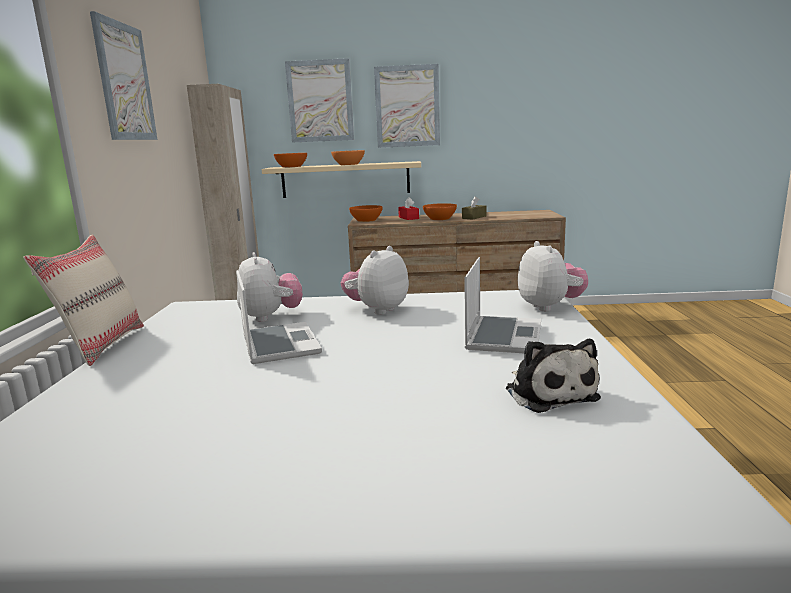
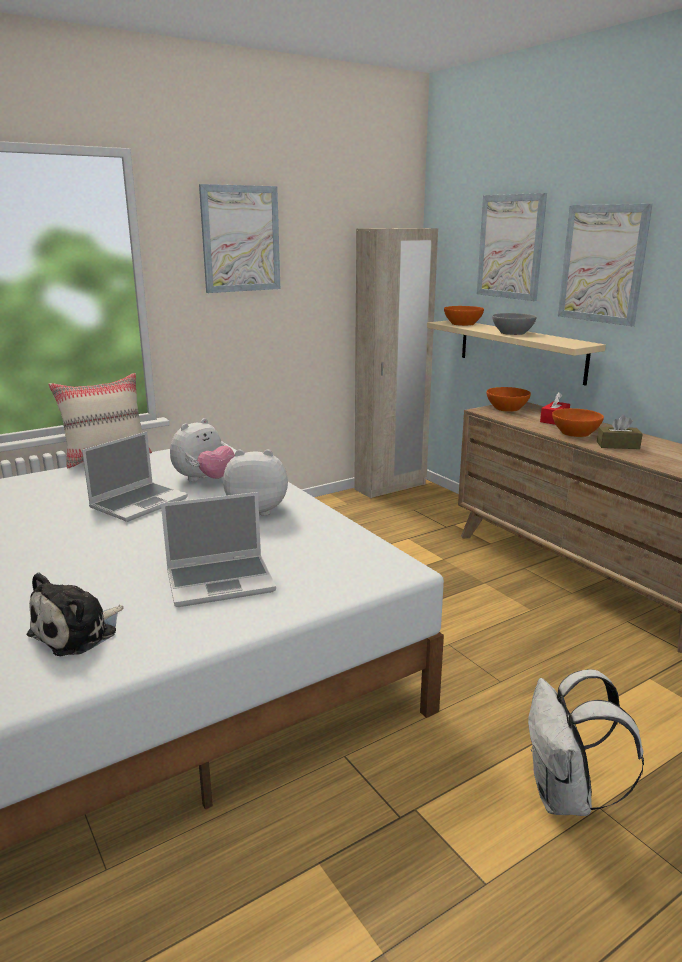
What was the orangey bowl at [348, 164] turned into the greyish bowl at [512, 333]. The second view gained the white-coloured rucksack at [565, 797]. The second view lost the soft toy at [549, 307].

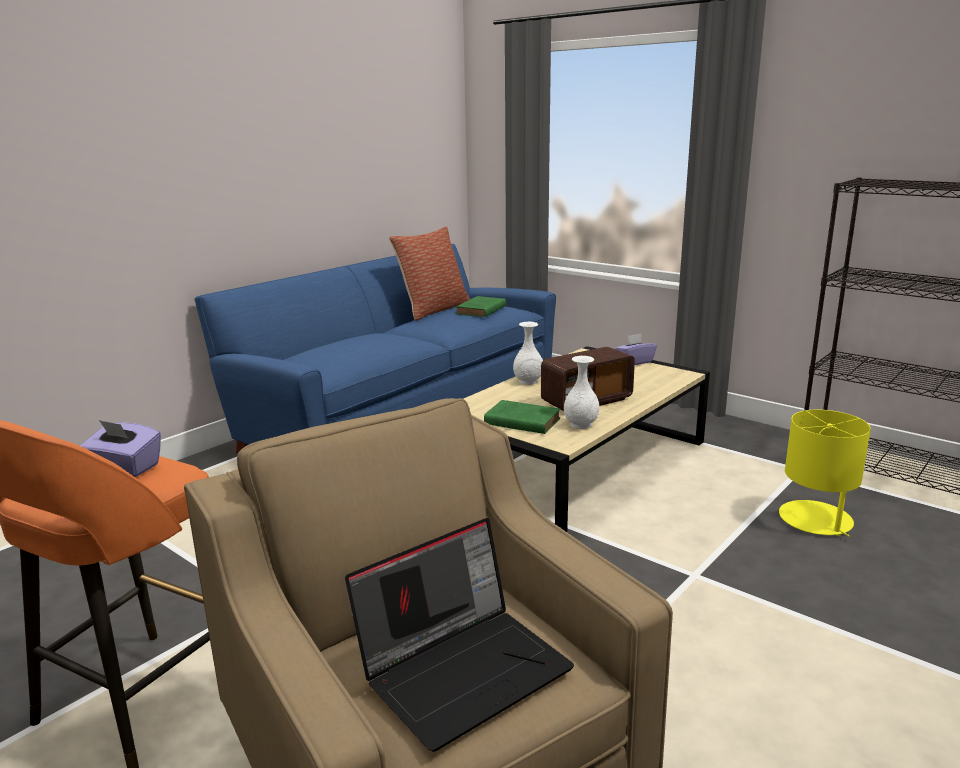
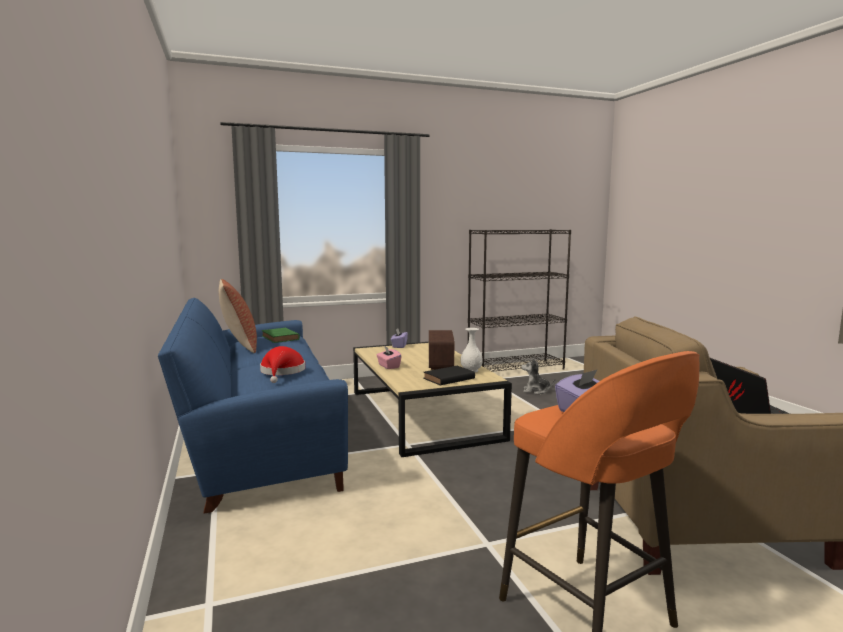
The second view gained the red clothing hat at [282, 372]. Where the white-coloured vase stood at [528, 381], the pinkish tissue holder came to stand at [388, 366]. What was the green bound book at [520, 421] turned into the blackish bound book at [448, 379]. Where the yellowish lamp for a table stood at [816, 520], the soft toy came to stand at [536, 391].

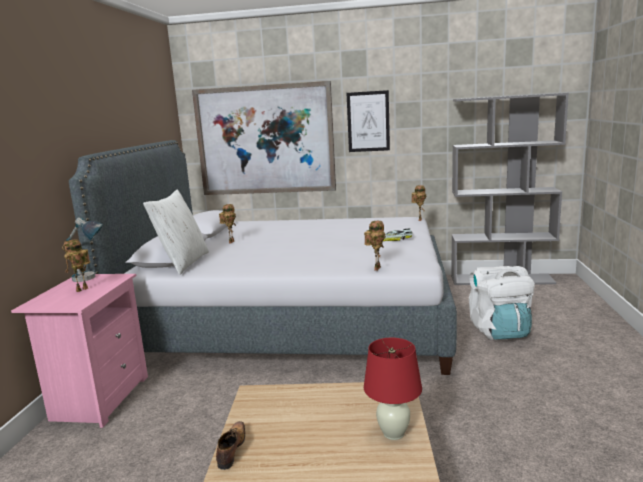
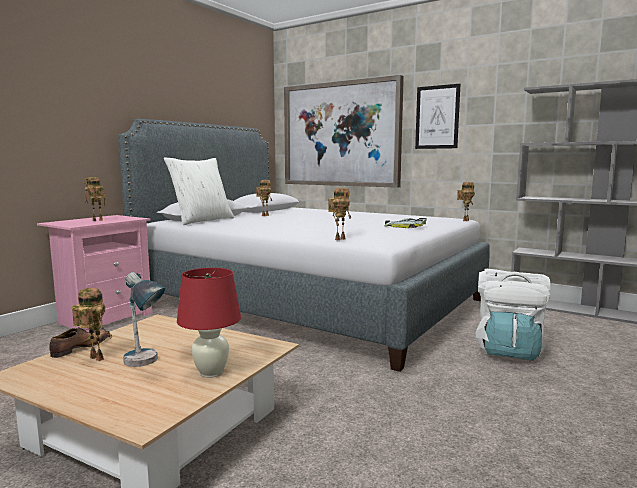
The second view gained the model robot at [94, 359]. The lamp for a table ended up elsewhere, having gone from [90, 279] to [145, 365].

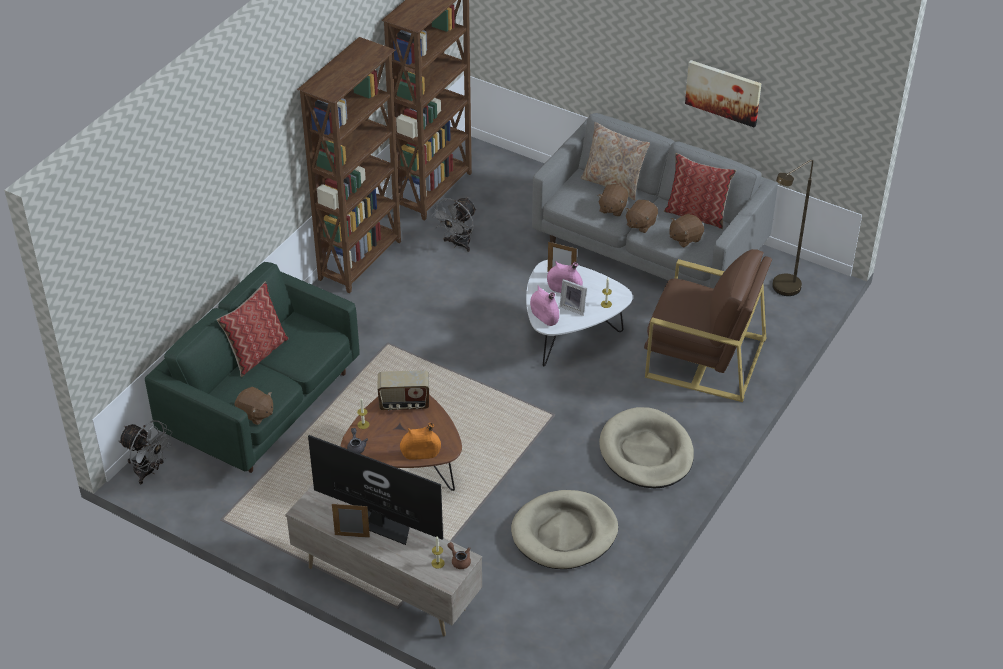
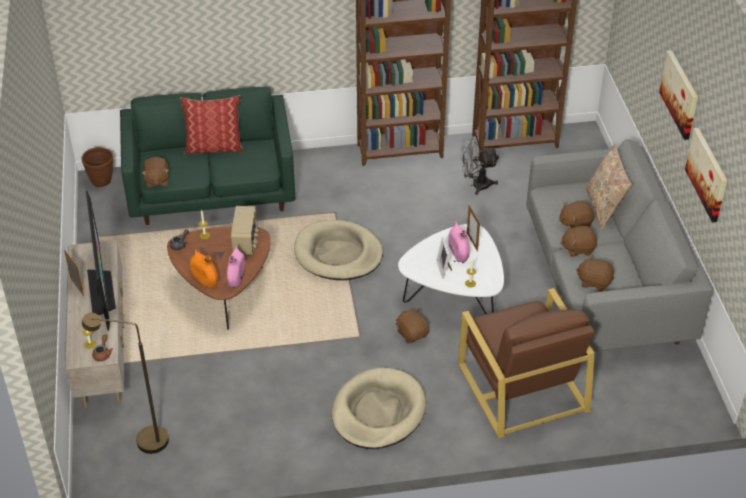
Where the greyish fan stood at [149, 471], the brown-coloured planter came to stand at [102, 182]. The brown-coloured standing lamp ended up elsewhere, having gone from [781, 291] to [143, 441]. The pinkish vase ended up elsewhere, having gone from [544, 317] to [237, 277]. The radio at [404, 403] ended up facing another way, 135 degrees counterclockwise from before. The sand-coloured dog bed ended up elsewhere, having gone from [564, 533] to [338, 254]. The second view gained the brown-coloured soft toy at [412, 334]. The second view gained the wall art at [680, 94]. The second view lost the pillow at [697, 214].

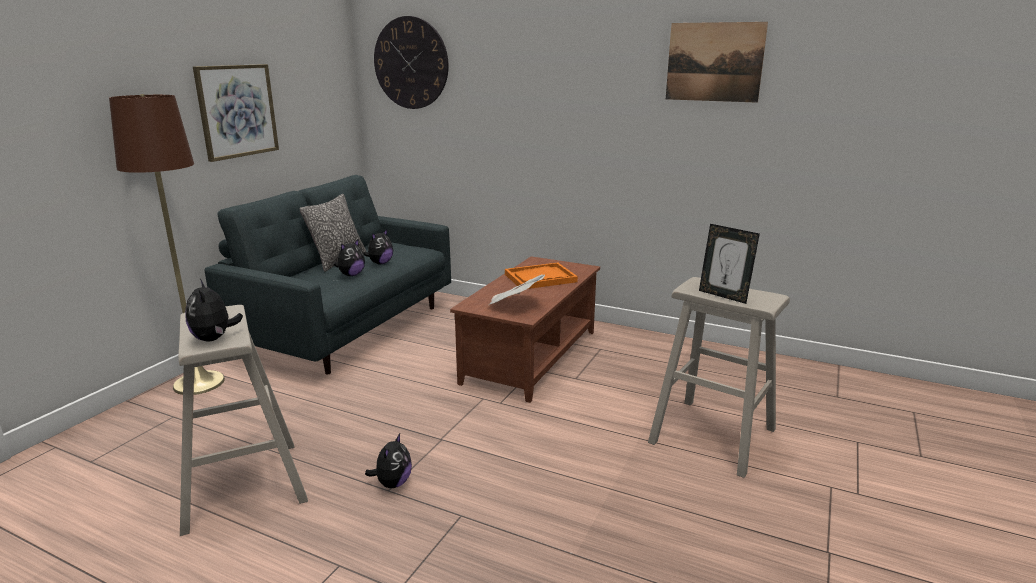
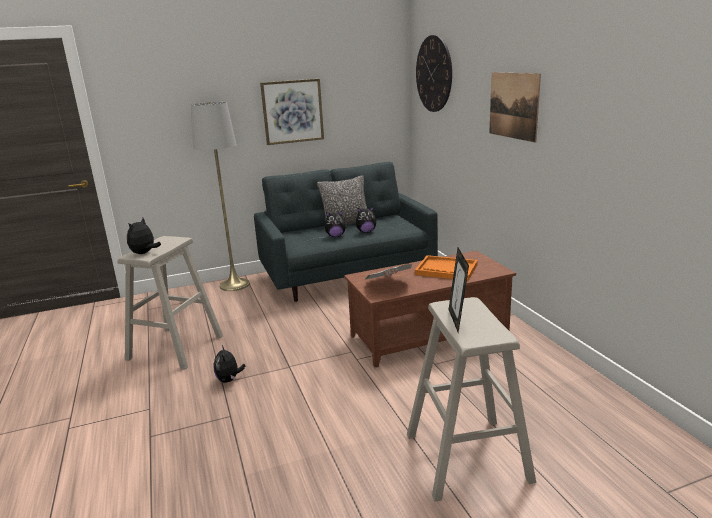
What was the brown-coloured standing lamp at [199, 383] turned into the greyish standing lamp at [234, 285]. The soft toy at [392, 483] ended up facing another way, 105 degrees clockwise from before. The wall art ended up elsewhere, having gone from [714, 62] to [513, 105].

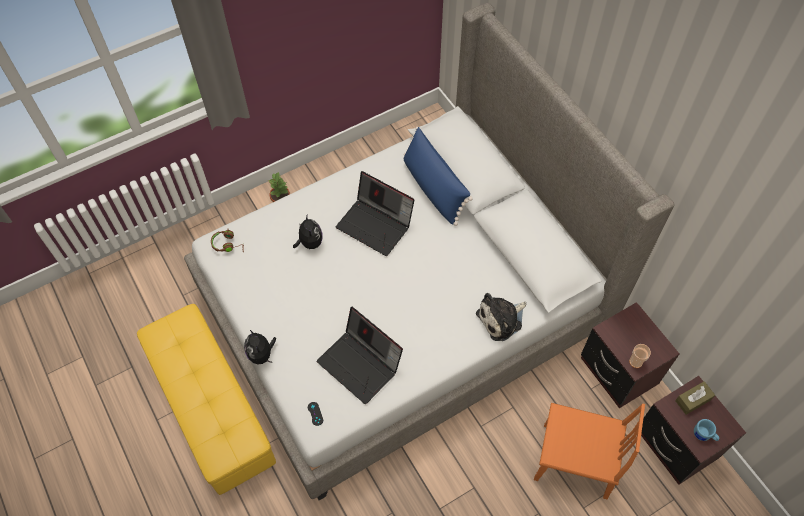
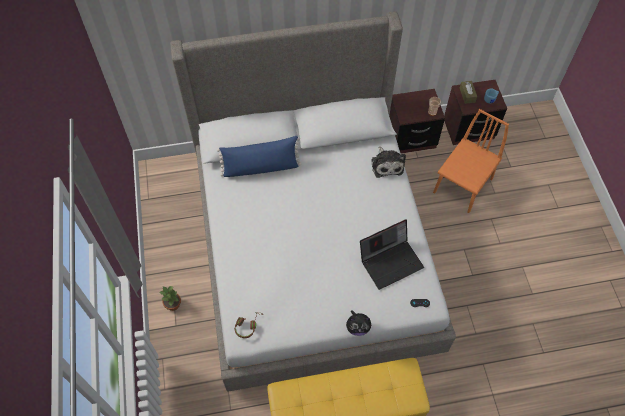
The second view lost the soft toy at [310, 243]. The second view lost the portable computer at [376, 225].

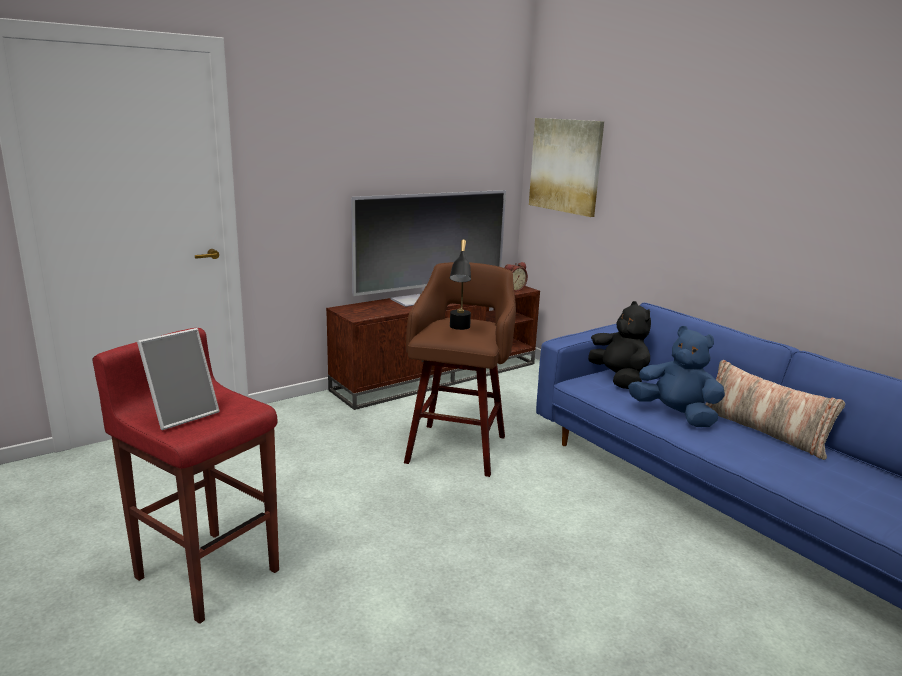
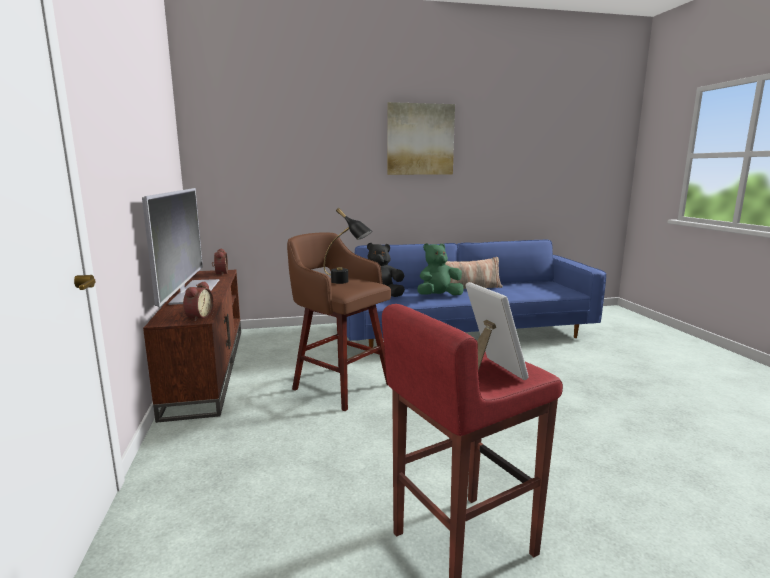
The second view gained the table clock at [198, 317]. The wall art ended up elsewhere, having gone from [565, 166] to [420, 139]. What was the blue-coloured soft toy at [675, 415] turned into the green soft toy at [438, 296].

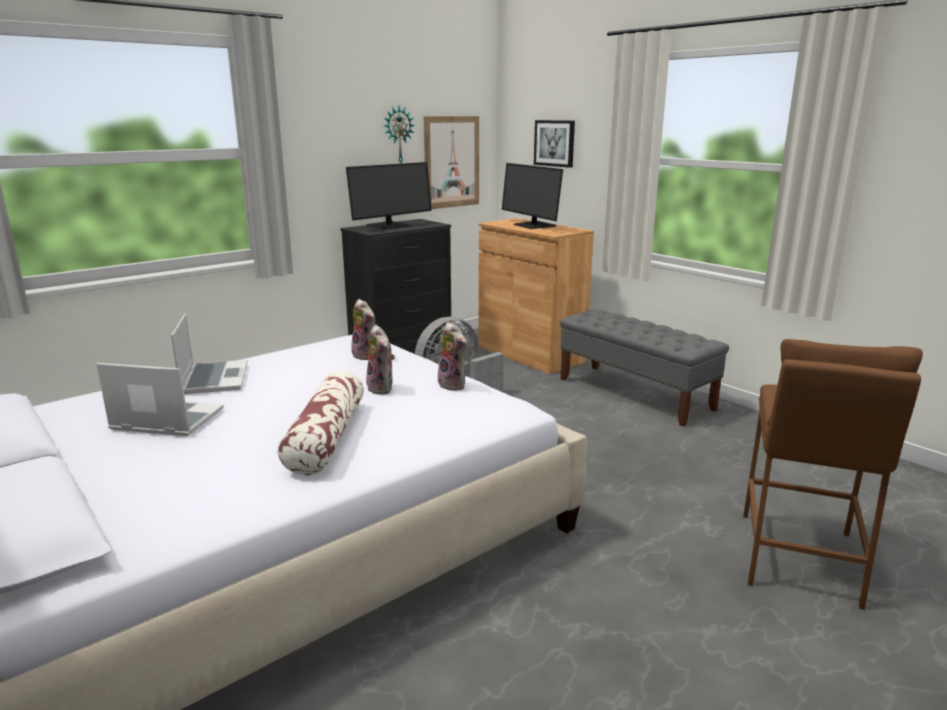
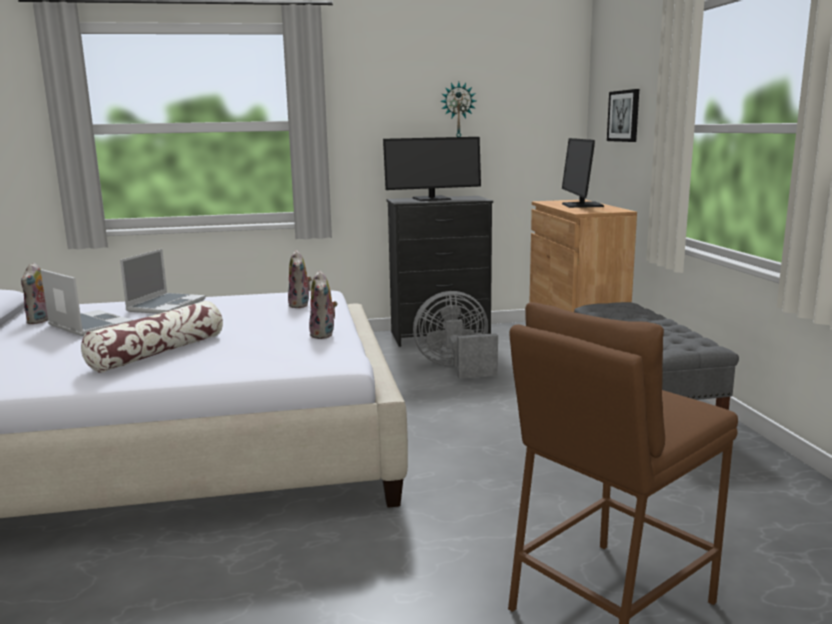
The soft toy ended up elsewhere, having gone from [382, 388] to [41, 321]. The second view lost the wall art at [452, 162].

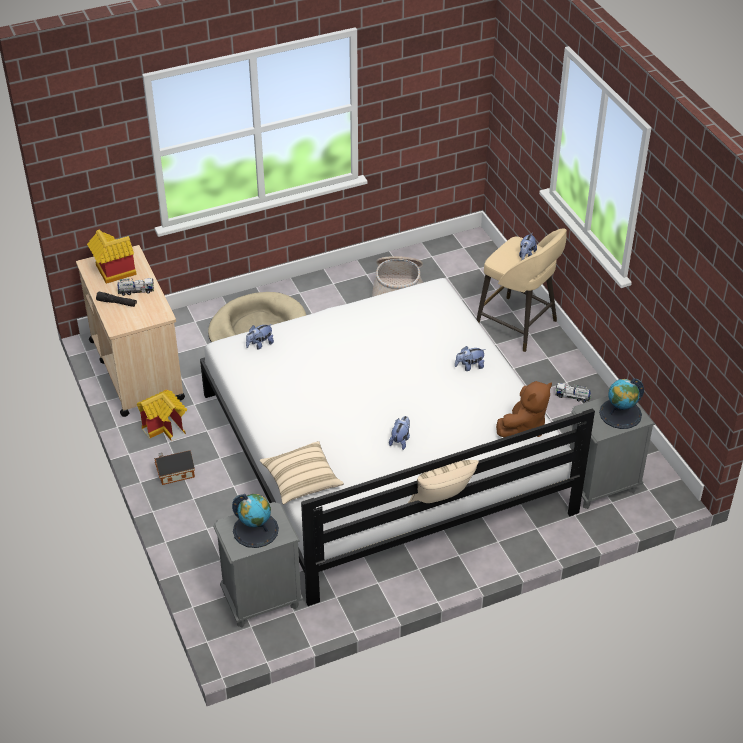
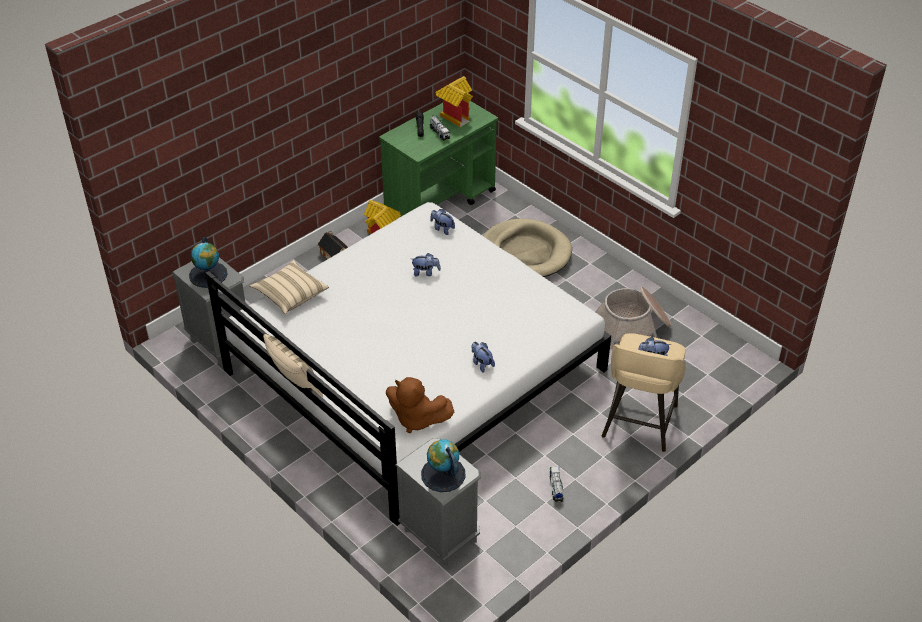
What was the sand-coloured trolley at [136, 369] turned into the green trolley at [440, 201]. The soft toy ended up elsewhere, having gone from [400, 440] to [425, 272].

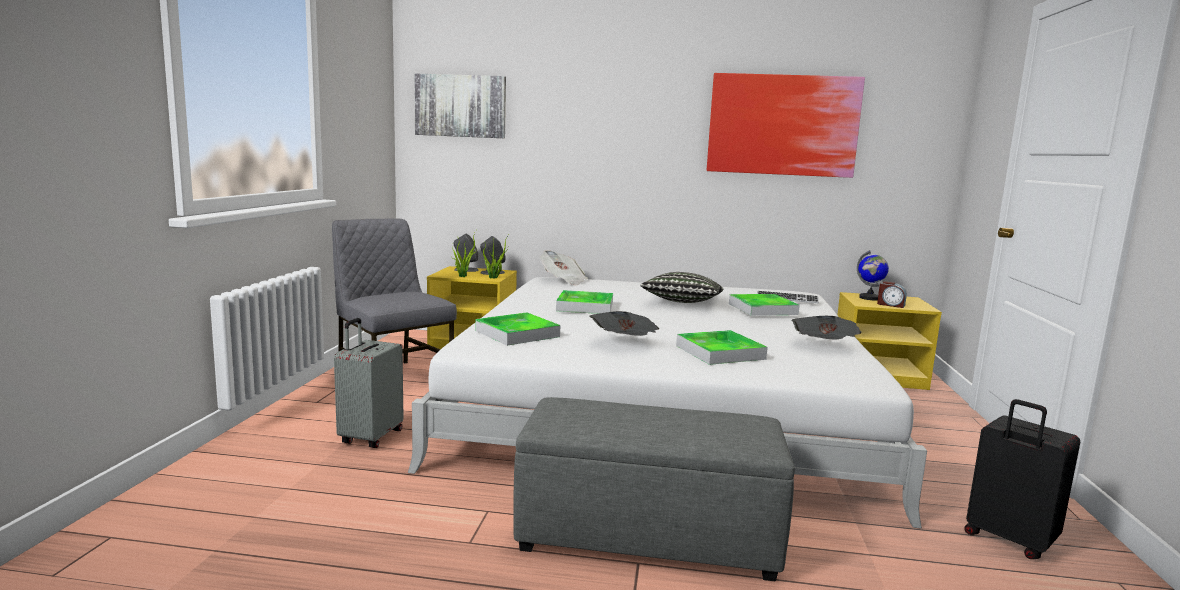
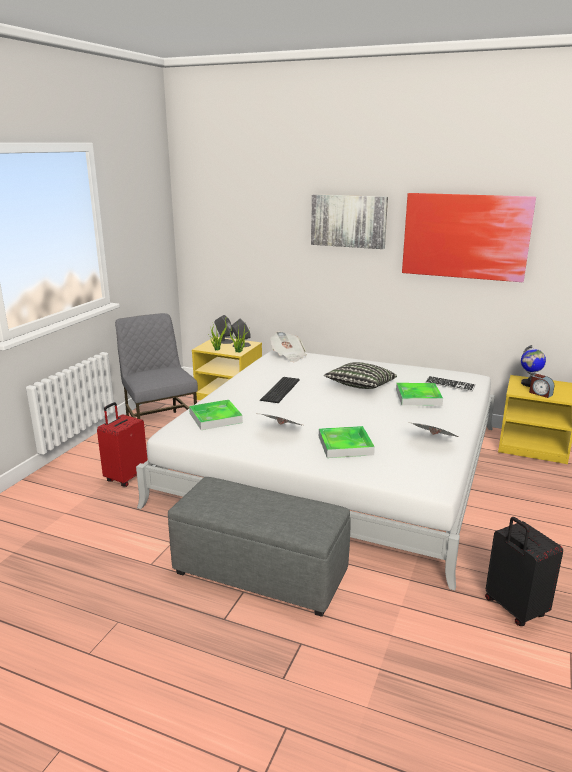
What was the greyish suitcase at [370, 437] turned into the red suitcase at [126, 477]. Where the serving tray stood at [585, 306], the keyboard came to stand at [281, 390]. The wall art ended up elsewhere, having gone from [460, 106] to [348, 221].

